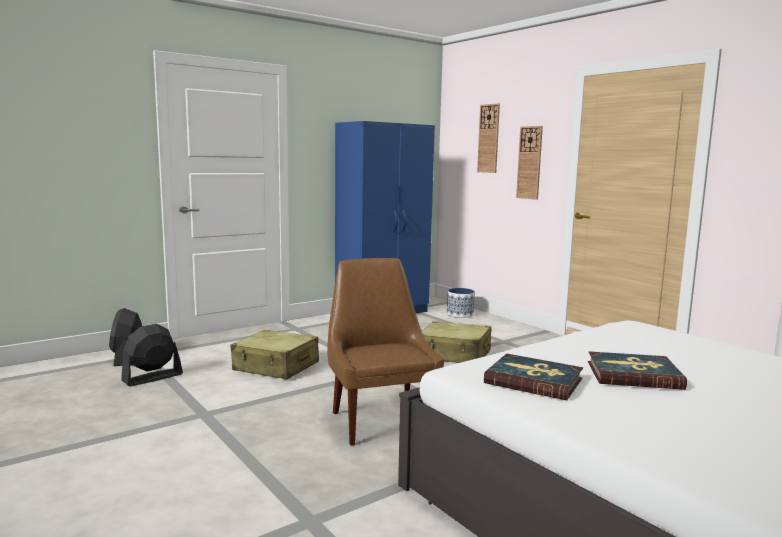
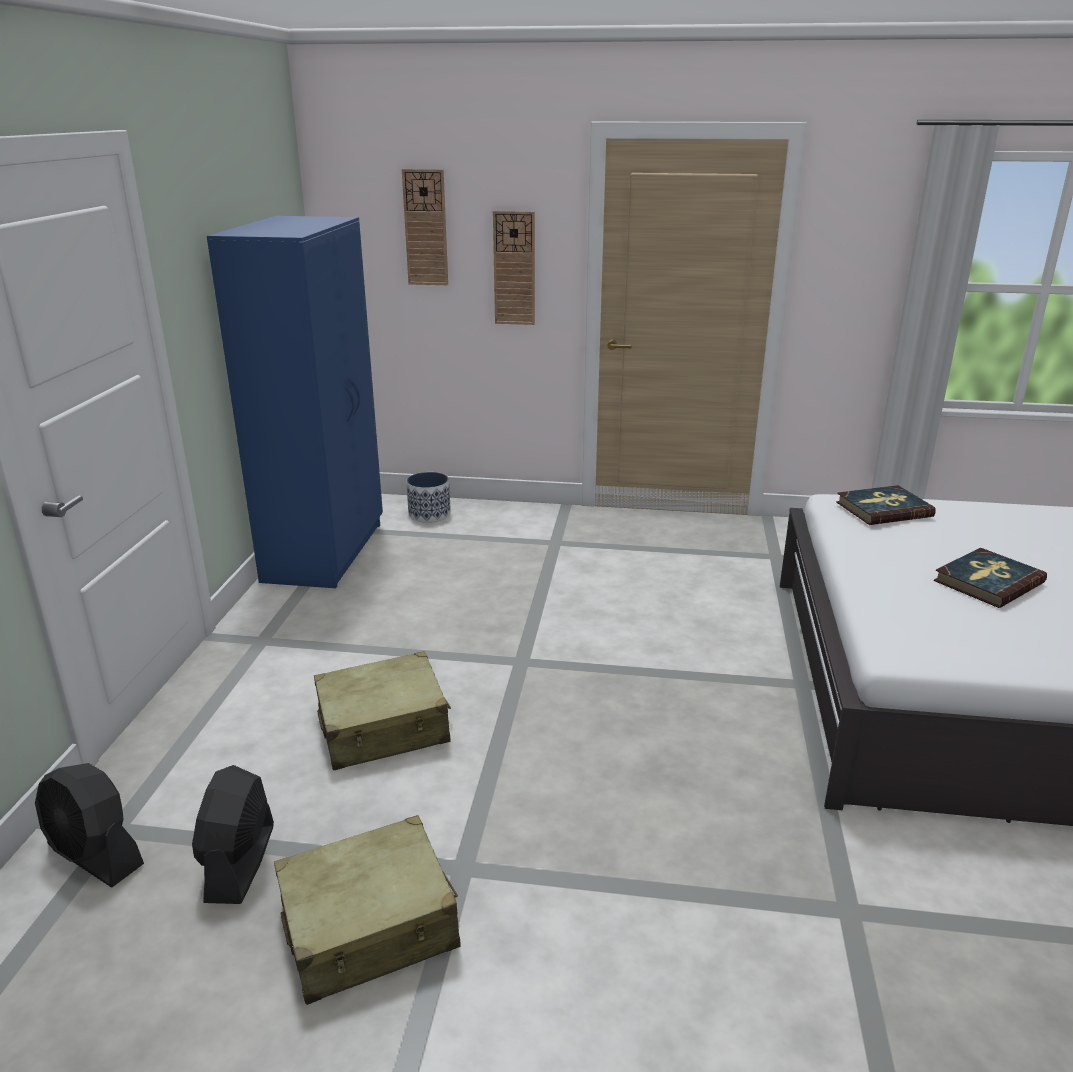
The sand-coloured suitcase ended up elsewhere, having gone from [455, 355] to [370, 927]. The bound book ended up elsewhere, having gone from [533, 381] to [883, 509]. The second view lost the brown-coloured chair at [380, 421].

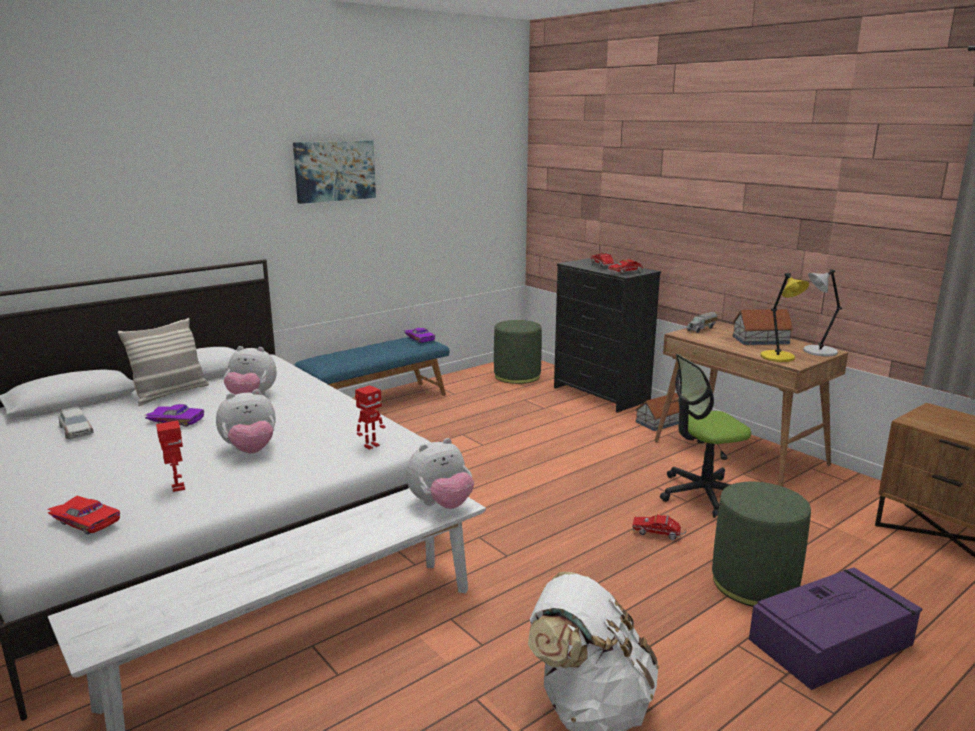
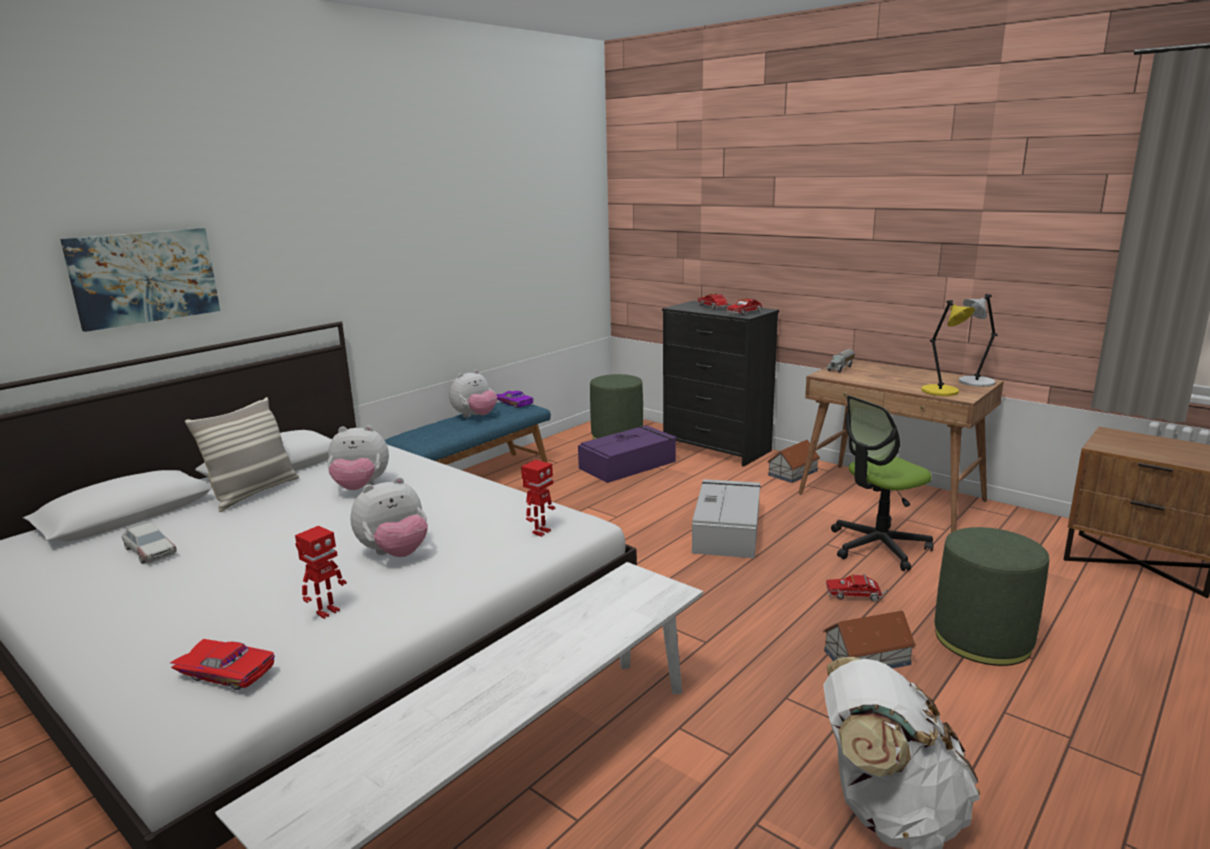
The wall art ended up elsewhere, having gone from [334, 171] to [144, 277]. The model robot at [177, 488] ended up facing another way, 75 degrees clockwise from before. The soft toy ended up elsewhere, having gone from [441, 505] to [475, 416]. The purple storage container ended up elsewhere, having gone from [832, 641] to [628, 464]. The second view gained the greyish storage container at [727, 530]. The model house ended up elsewhere, having gone from [761, 340] to [868, 657]. The second view lost the purple miniature car at [176, 420].

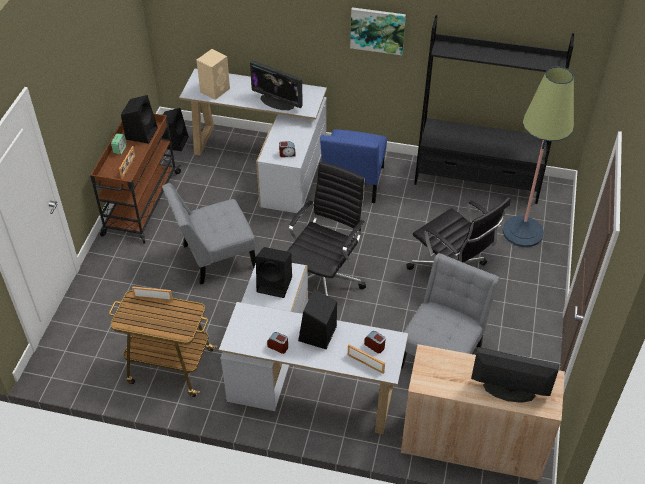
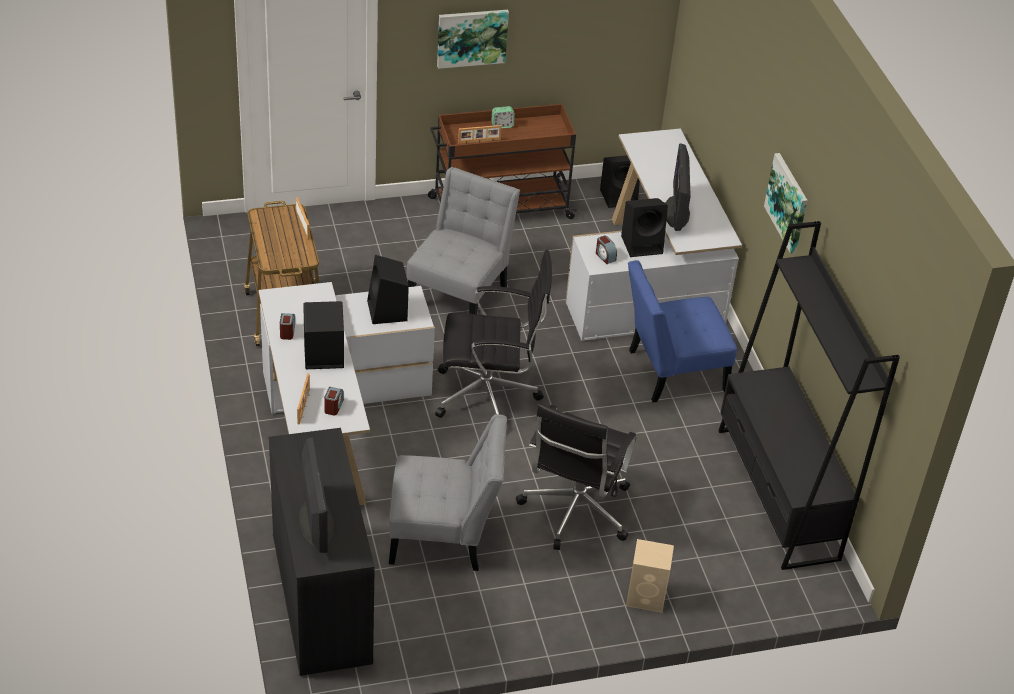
What was the sand-coloured storage cabinet at [472, 444] turned into the blackish storage cabinet at [321, 599]. The greyish chair at [214, 257] ended up facing another way, 75 degrees clockwise from before. The second view gained the wall art at [472, 37]. The blackish speaker ended up elsewhere, having gone from [142, 133] to [643, 244]. The sand-coloured speaker ended up elsewhere, having gone from [215, 90] to [647, 597]. The second view lost the standing lamp at [522, 232].

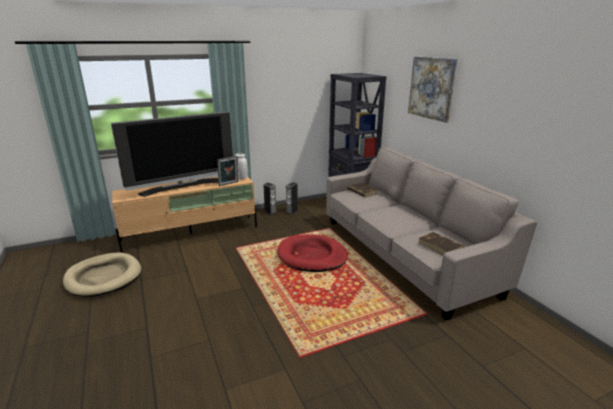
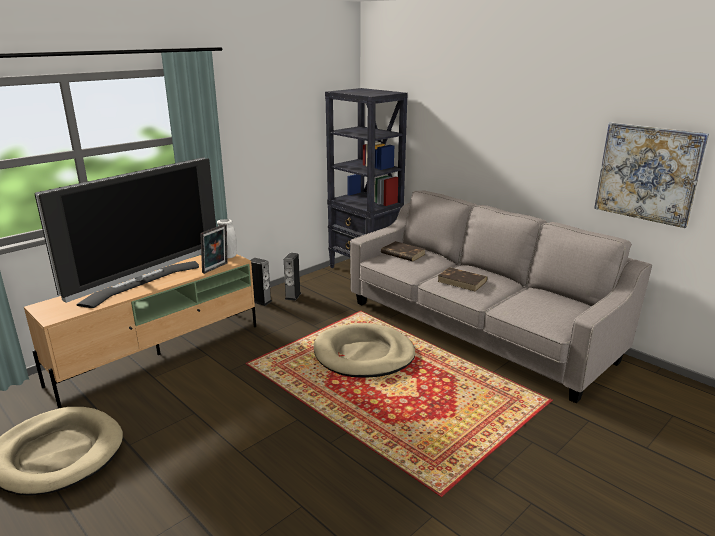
What was the red dog bed at [312, 256] turned into the sand-coloured dog bed at [364, 355]. The brown-coloured bound book ended up elsewhere, having gone from [441, 246] to [462, 281]. The wall art ended up elsewhere, having gone from [431, 88] to [648, 173].

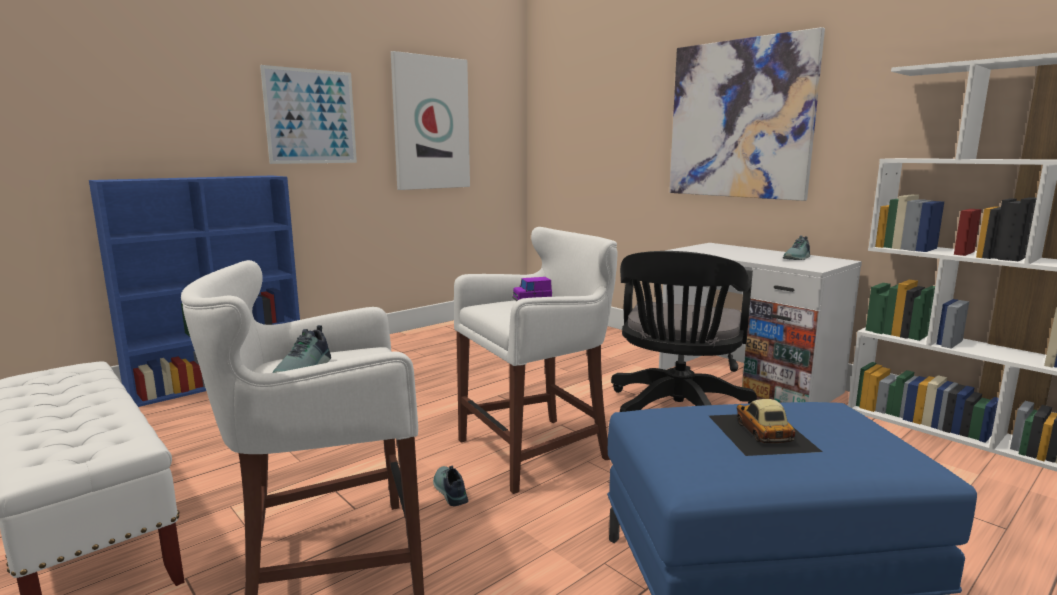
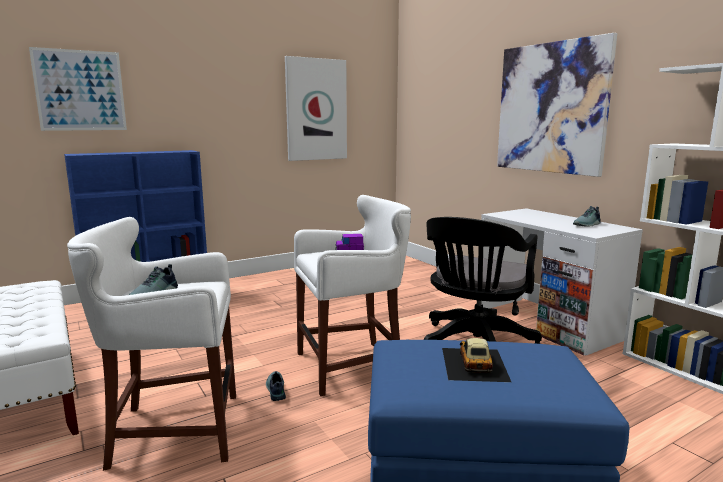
The wall art ended up elsewhere, having gone from [311, 117] to [80, 90].

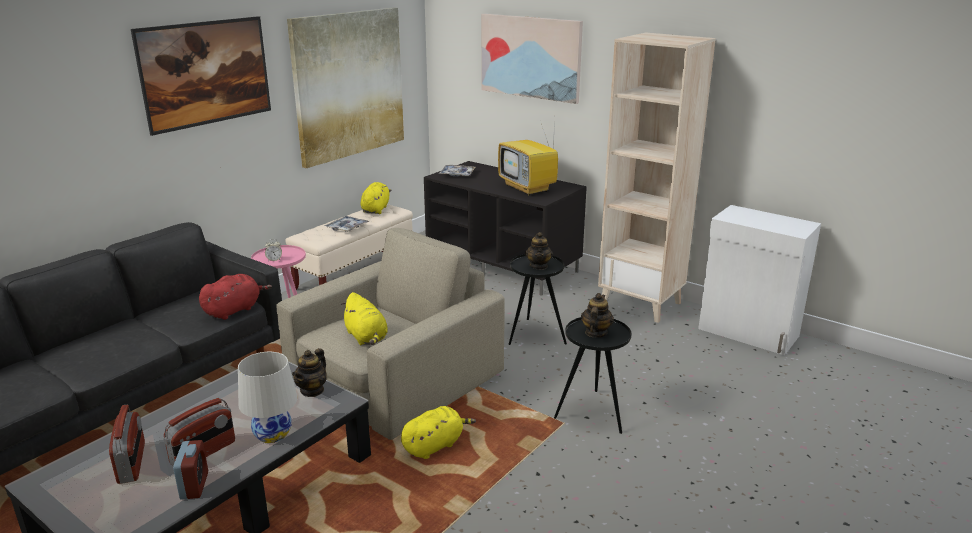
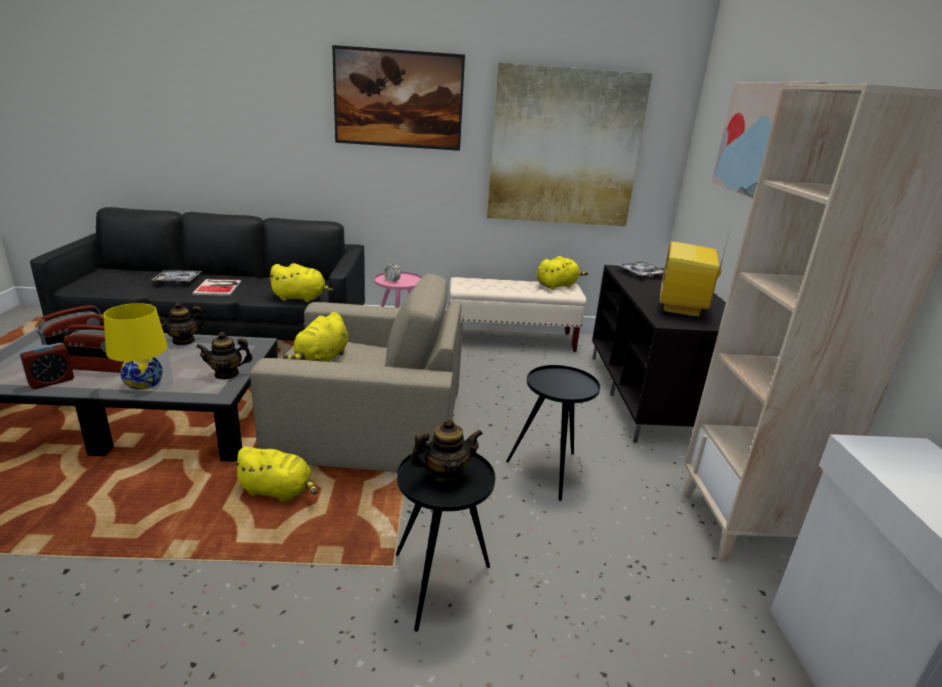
What was the white-coloured lamp for a table at [272, 434] turned into the yellowish lamp for a table at [144, 383]. The serving tray ended up elsewhere, having gone from [347, 228] to [178, 280]. The teapot ended up elsewhere, having gone from [539, 266] to [184, 341]. The second view gained the bound book at [219, 287]. What was the red soft toy at [234, 310] turned into the yellowish soft toy at [301, 298].

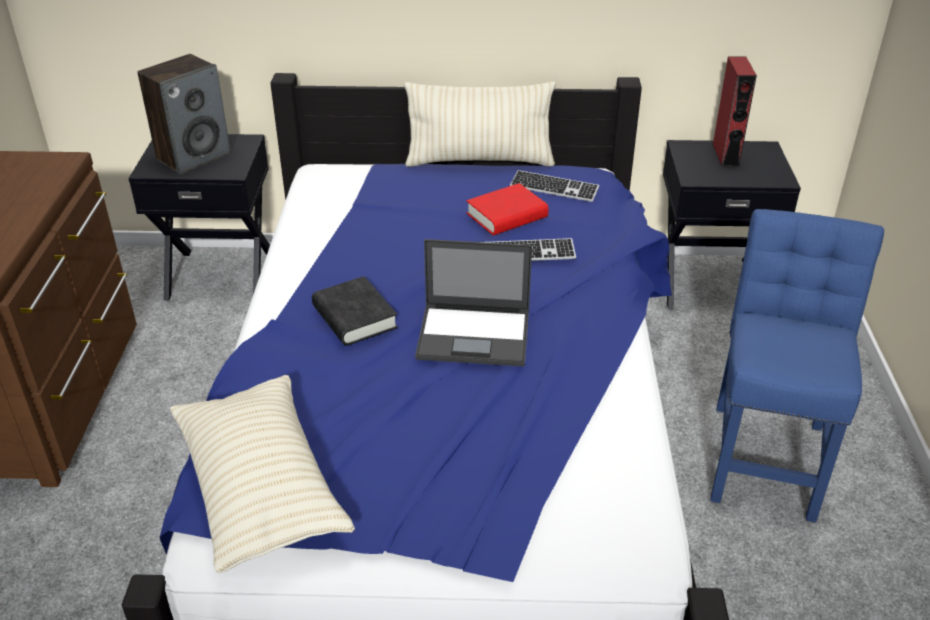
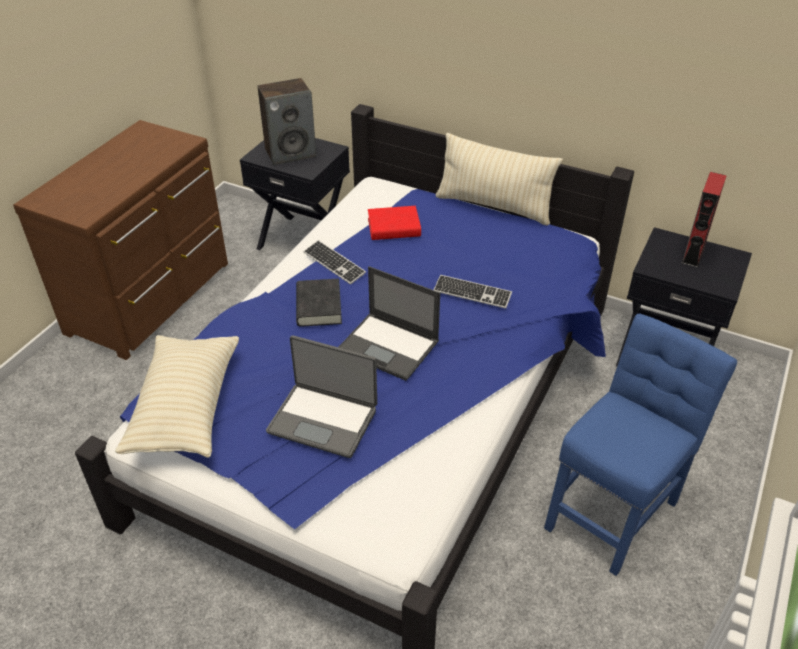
The second view gained the portable computer at [323, 419]. The keyboard ended up elsewhere, having gone from [554, 188] to [334, 263]. The red bound book ended up elsewhere, having gone from [507, 216] to [394, 228].

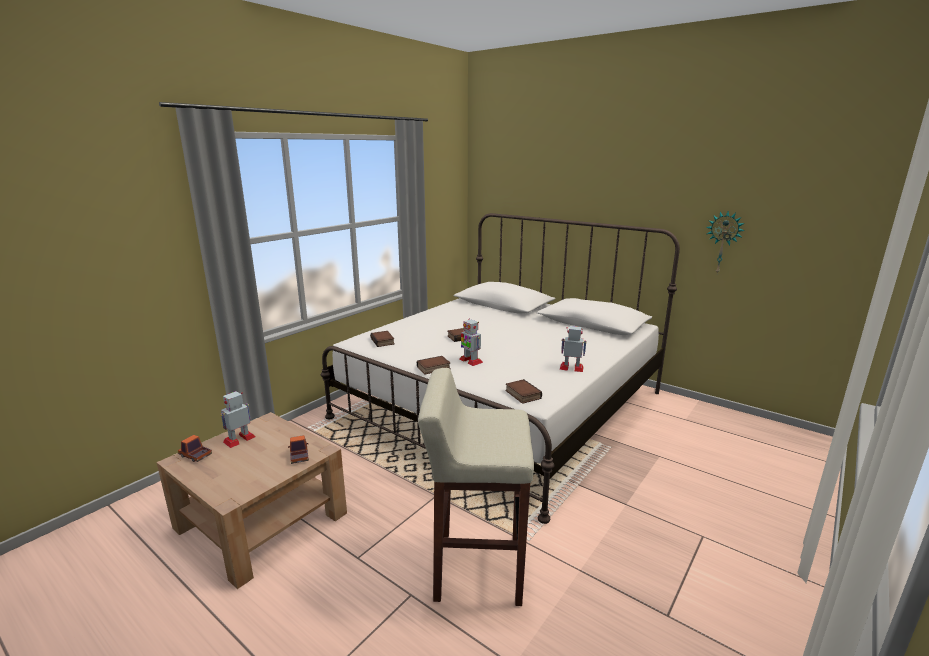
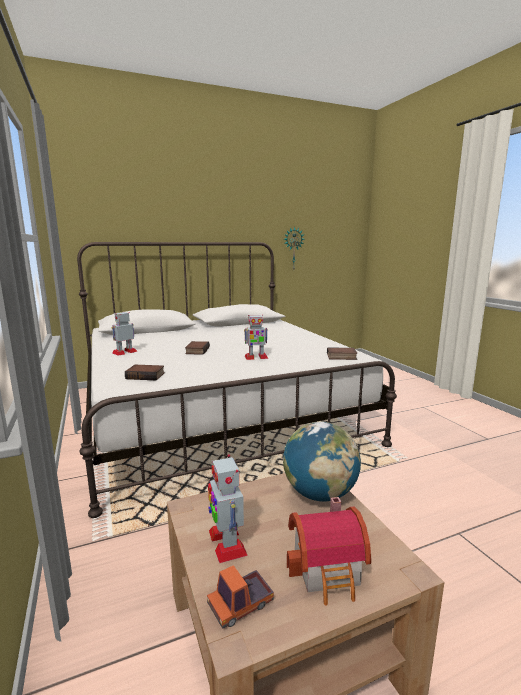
The model robot ended up elsewhere, having gone from [571, 368] to [125, 352]. Where the toy truck stood at [299, 456], the desk globe came to stand at [319, 493]. The second view gained the model house at [329, 570]. The second view lost the bound book at [433, 368]. The second view lost the sand-coloured stool at [477, 567].

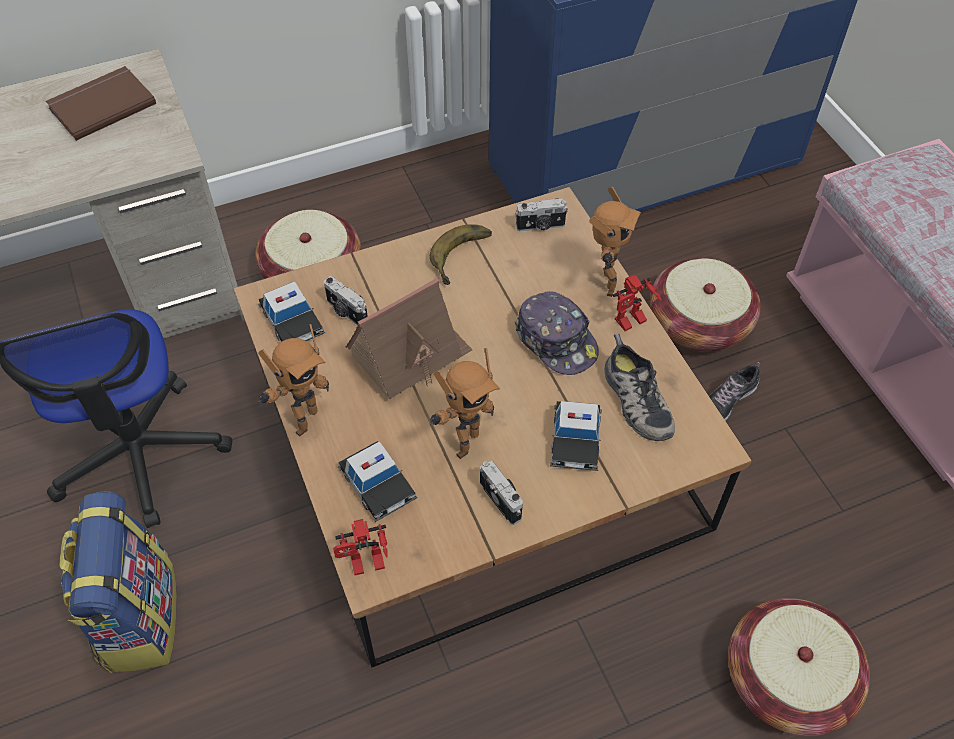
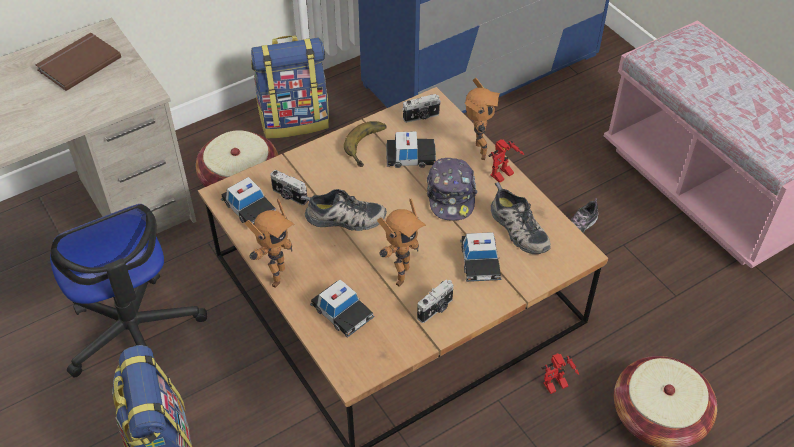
The second view gained the rucksack at [295, 120]. Where the model house stood at [409, 354], the shoe came to stand at [344, 219]. The second view gained the miniature car at [410, 156]. The still camera at [502, 499] ended up facing another way, 90 degrees clockwise from before. The peaked cap at [556, 340] ended up facing another way, 45 degrees clockwise from before. The model robot ended up elsewhere, having gone from [366, 567] to [555, 387]. The second view lost the storage basket at [699, 323].

